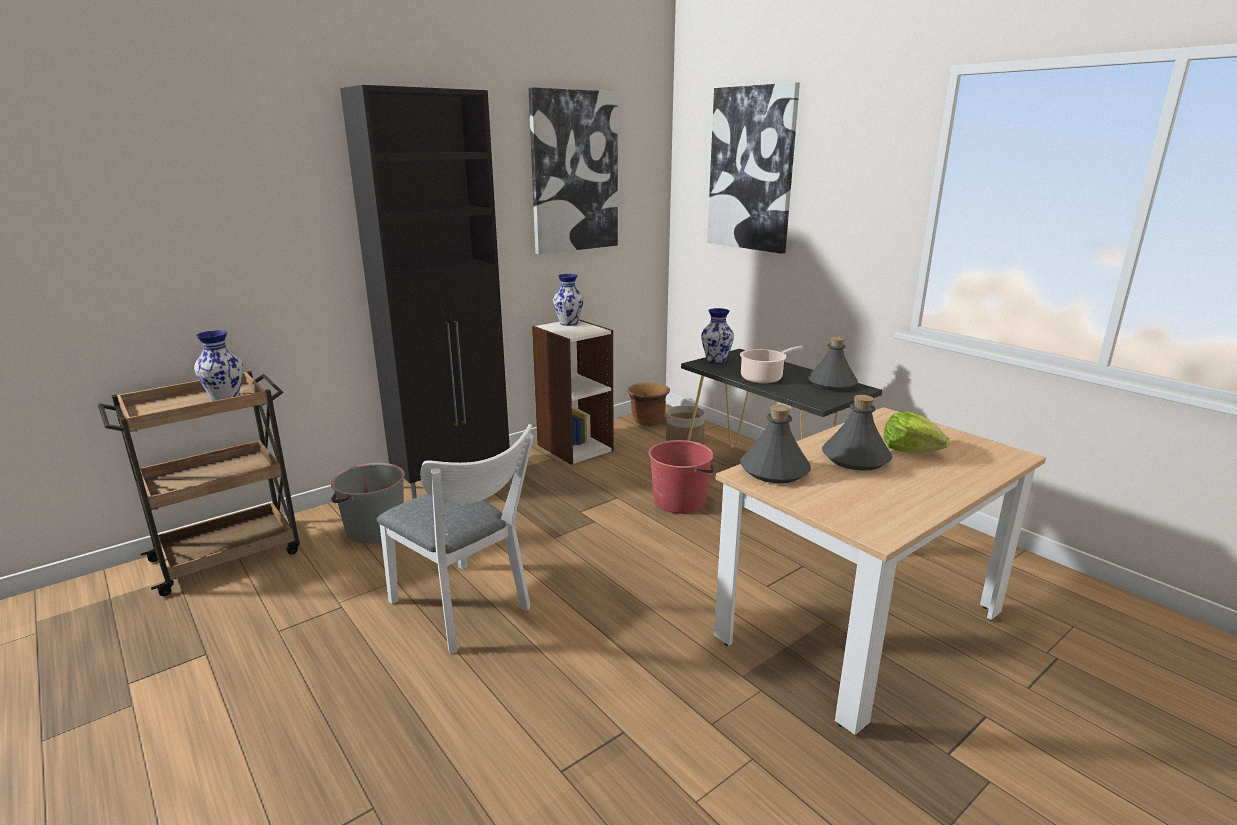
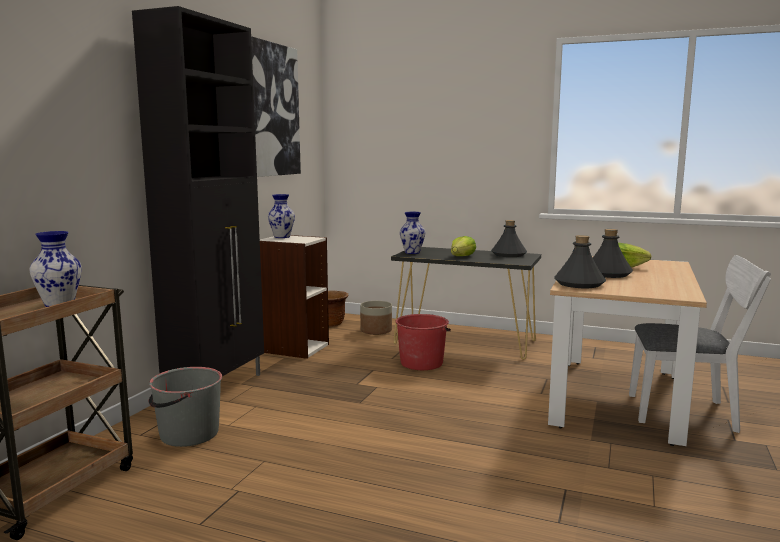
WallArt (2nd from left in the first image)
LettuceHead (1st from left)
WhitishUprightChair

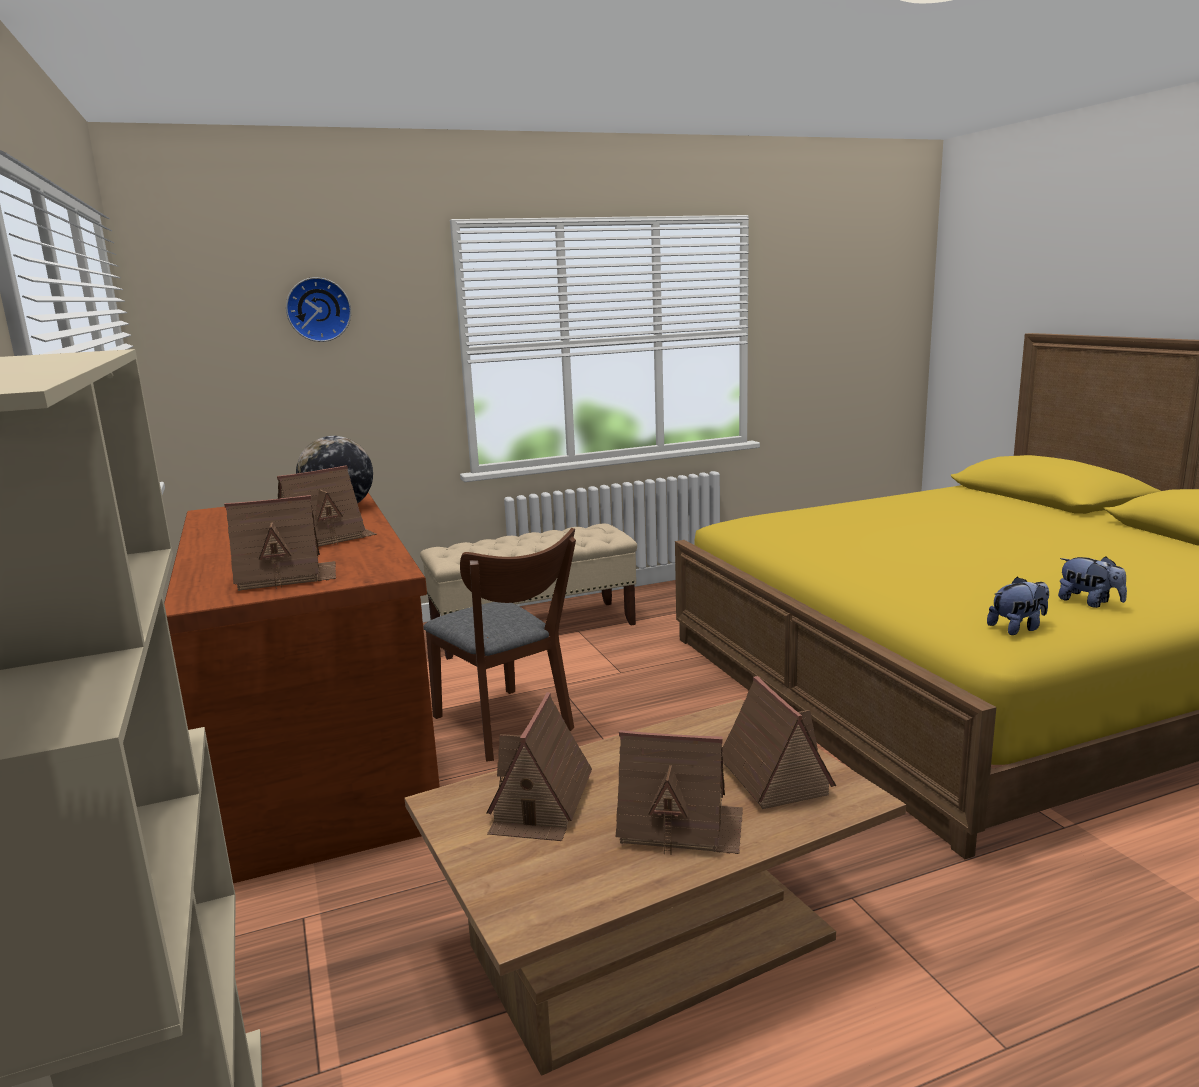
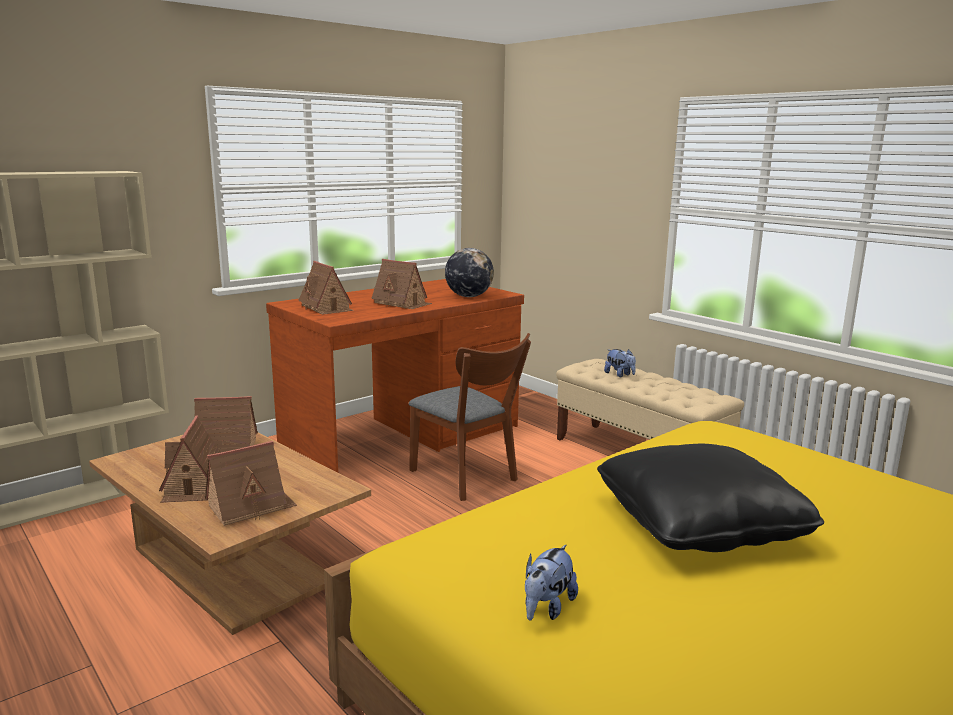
ClockOnTheWall
BrownUprightChair
PlushToy (2nd from left)
BlackColouredThrowPillow

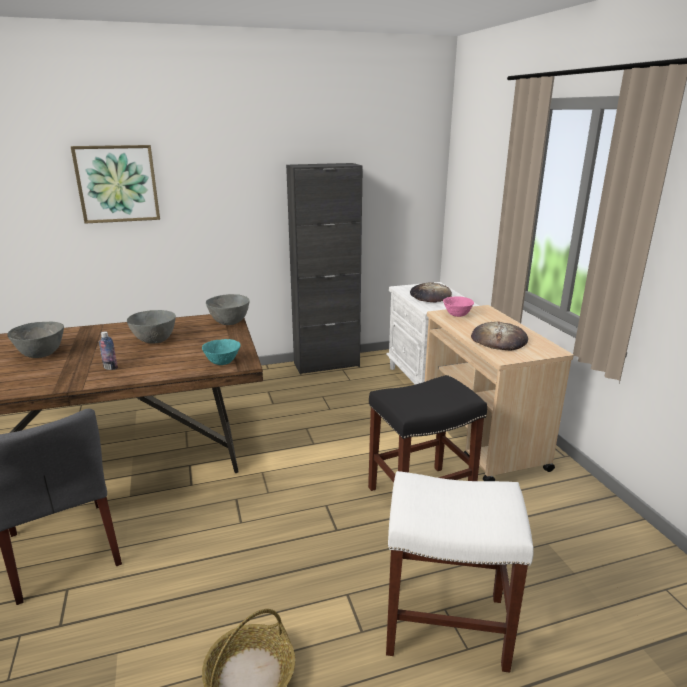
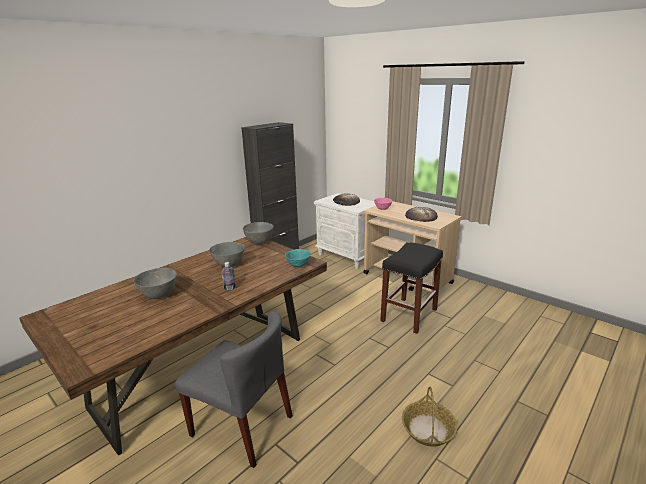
WallArt
WhitishSittingStool

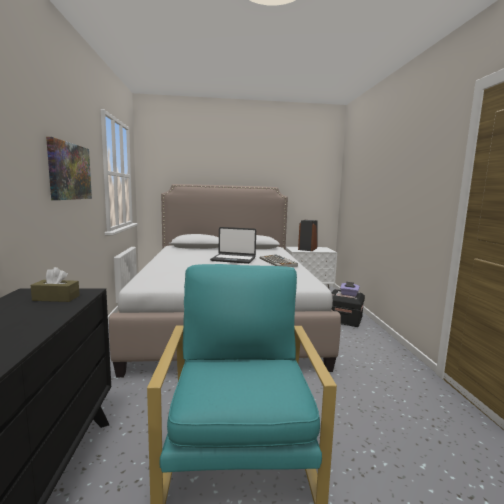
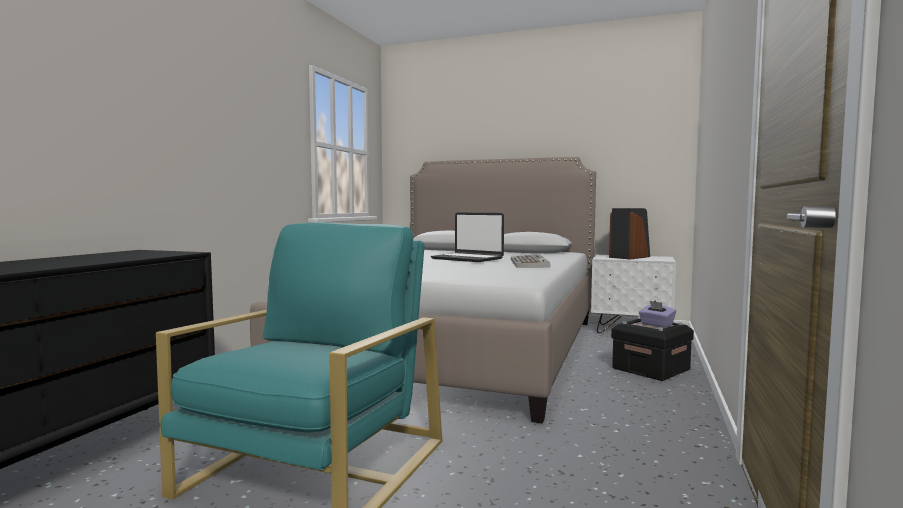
WallArt
BrownBoxOfTissues

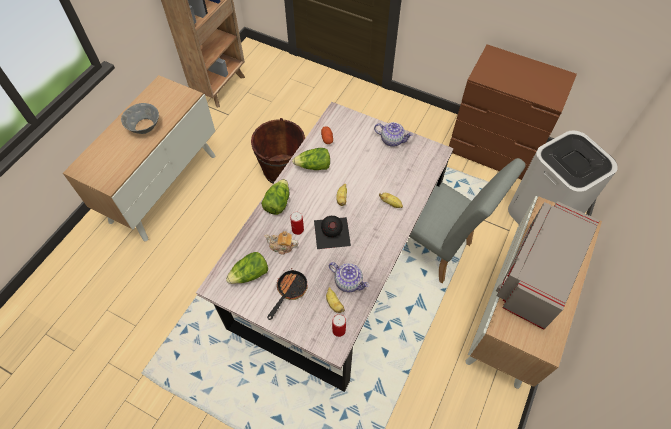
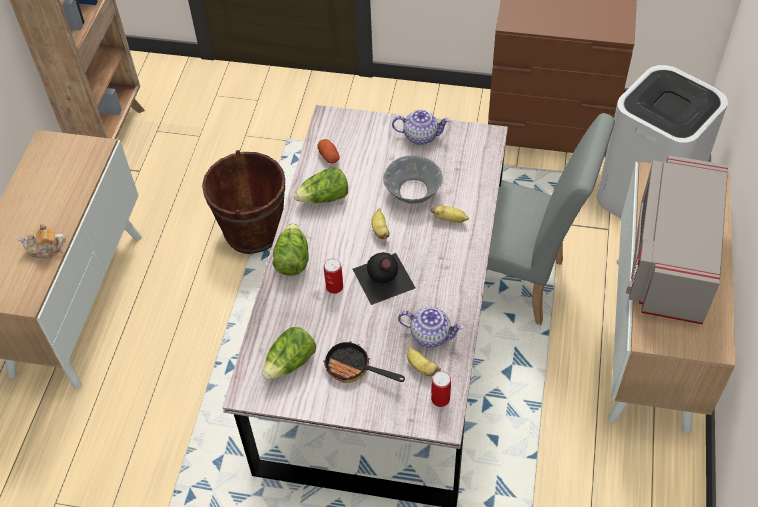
GreyishBowl
Teapot (1st from left)
Skillet

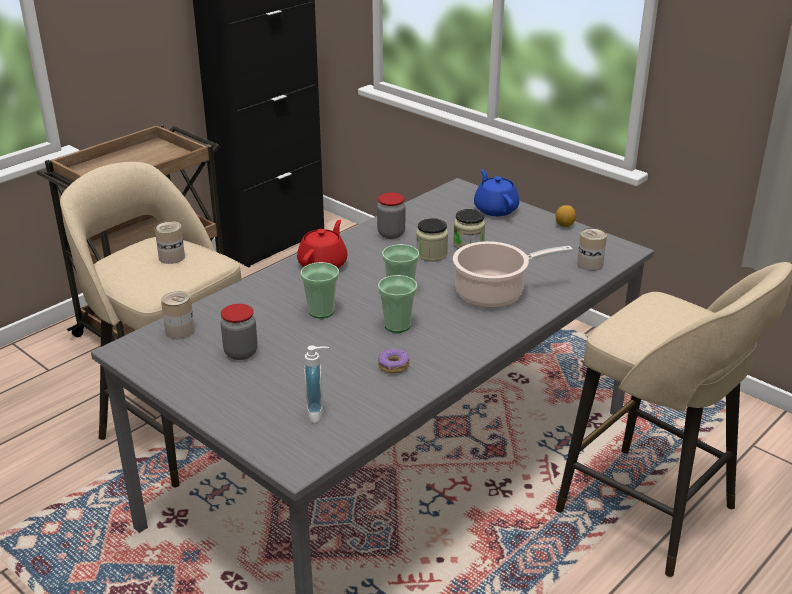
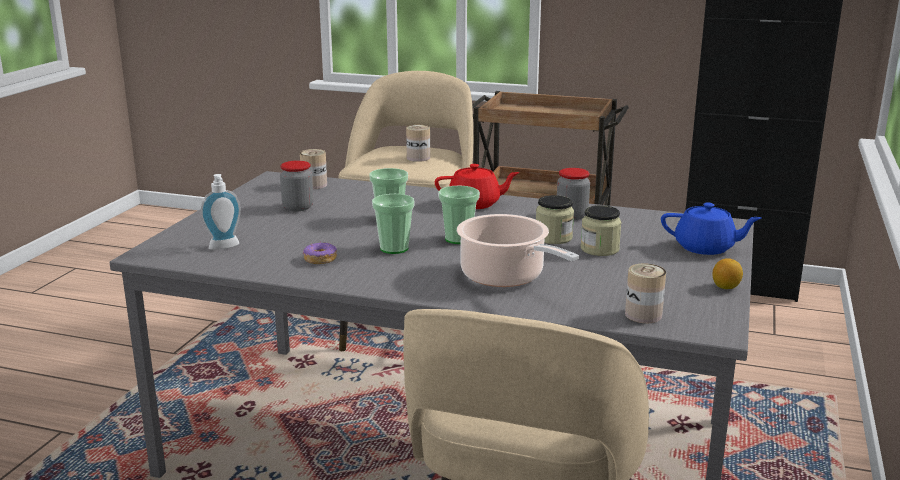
BlueColouredTeapot

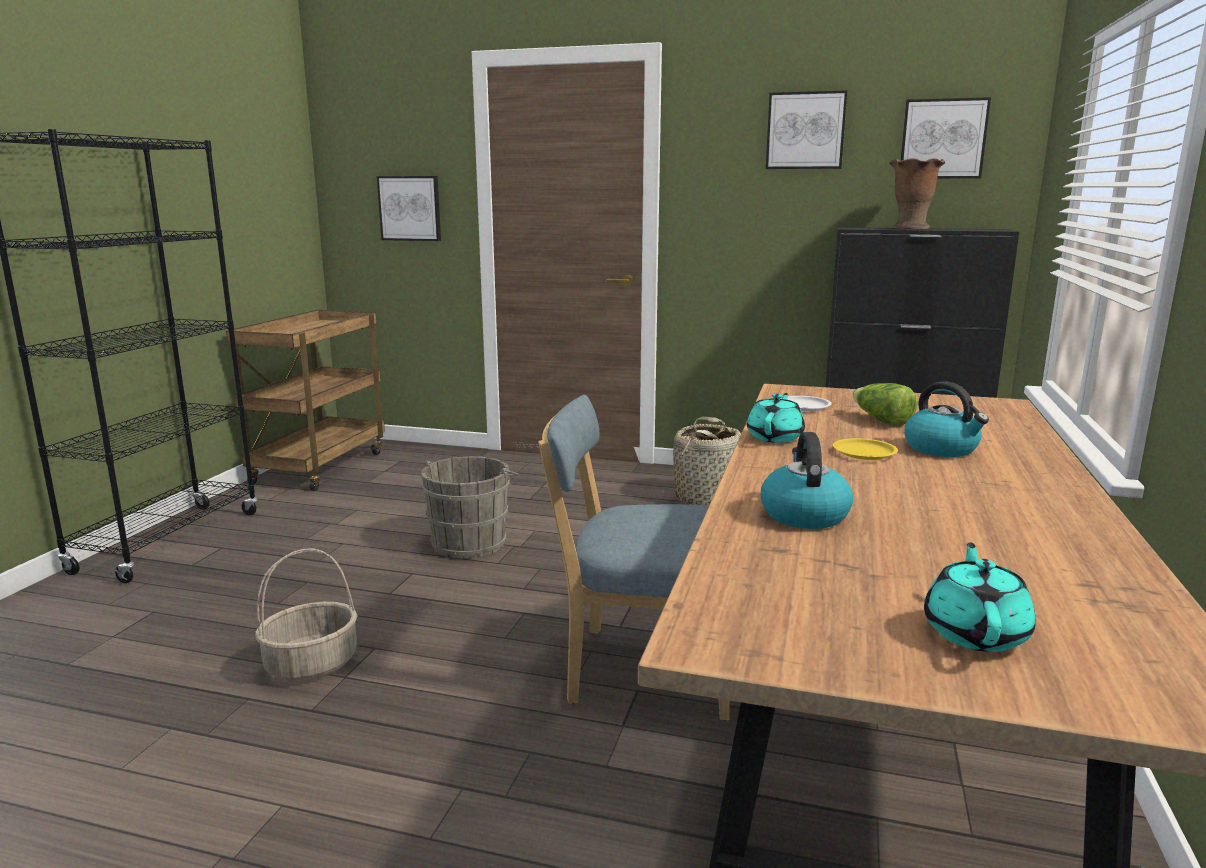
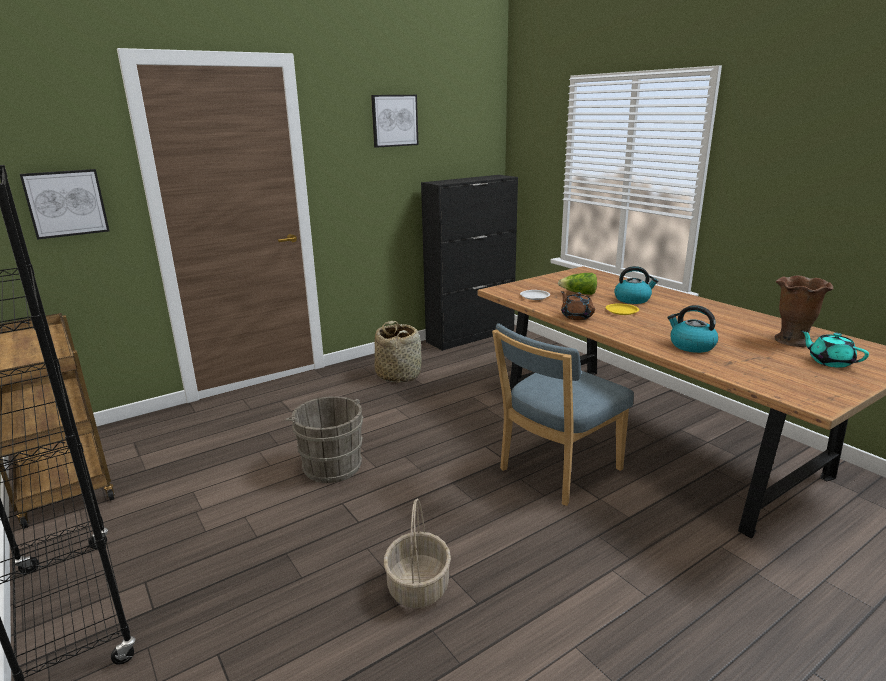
WallArt (3rd from left in the first image)
BrownFlowerVase
BrownTeapot

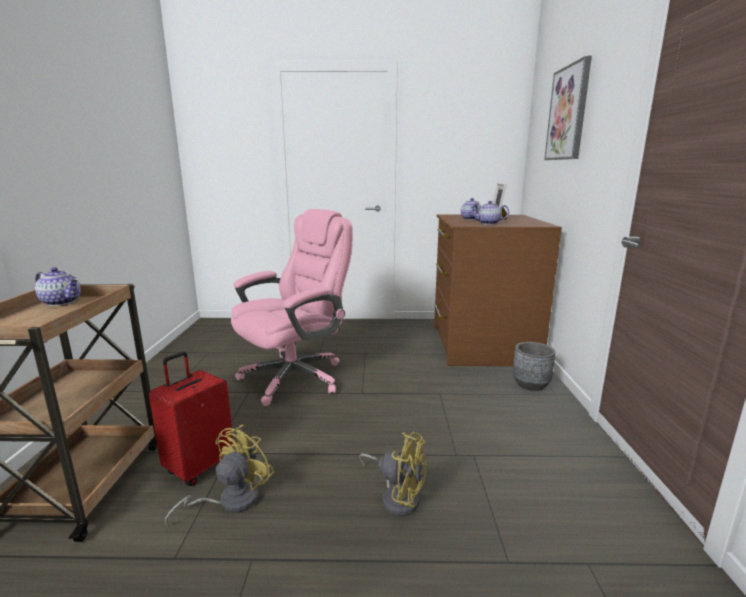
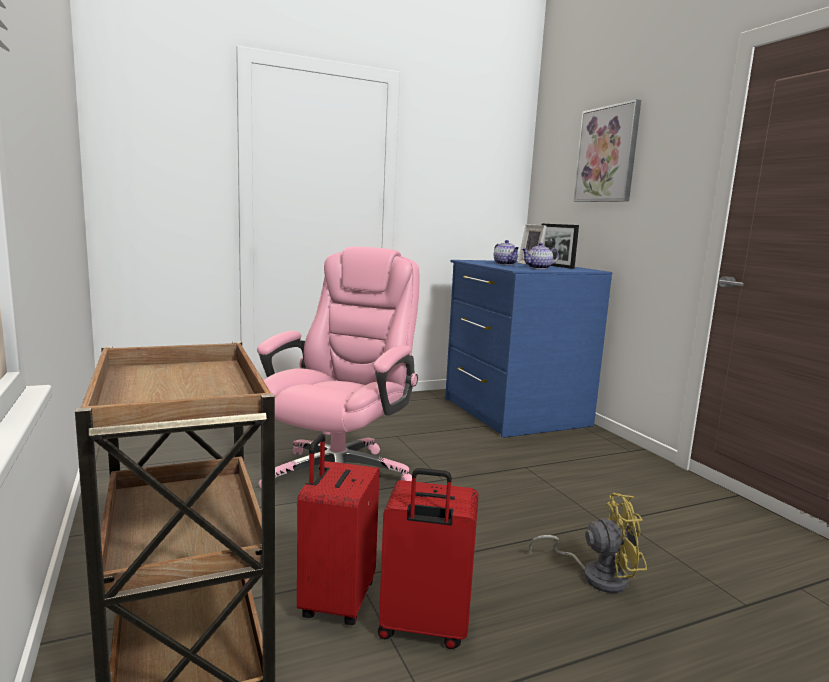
BlueColouredChestOfDrawers
Teapot (1st from left in the first image)
GreyishPlanter
ReddishPieceOfLuggage (2nd from left)
PictureFrame (2nd from left)

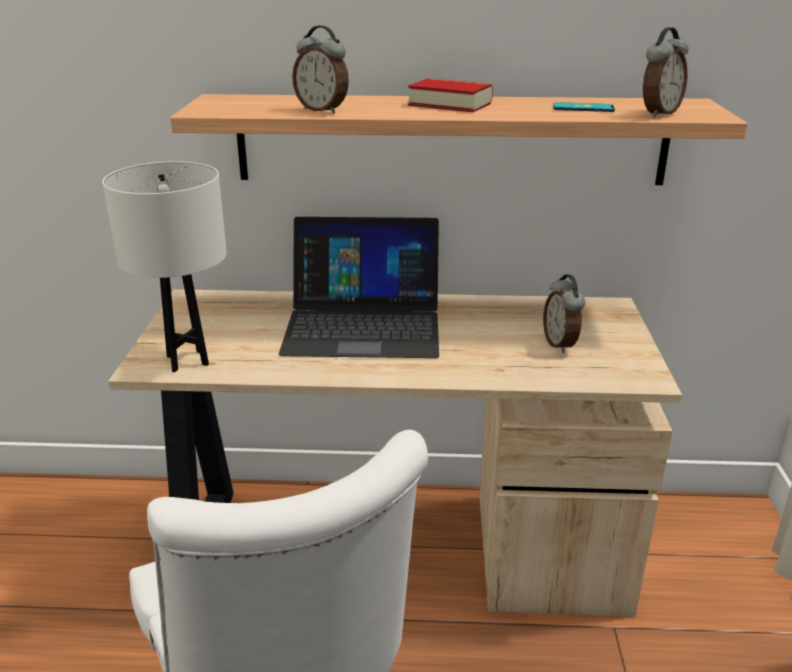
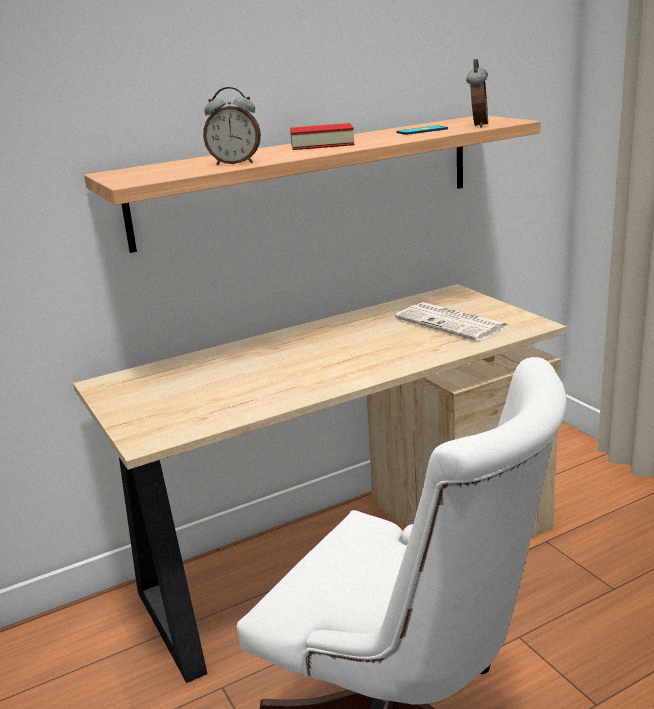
WhitishTabletopLamp
Laptop
DailyPaper

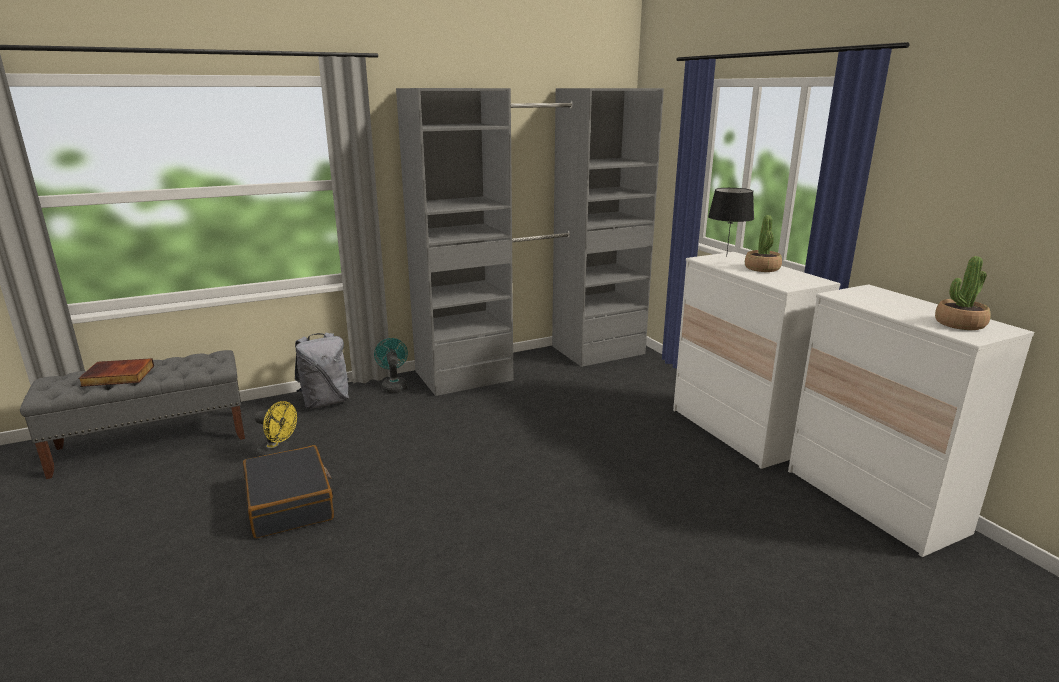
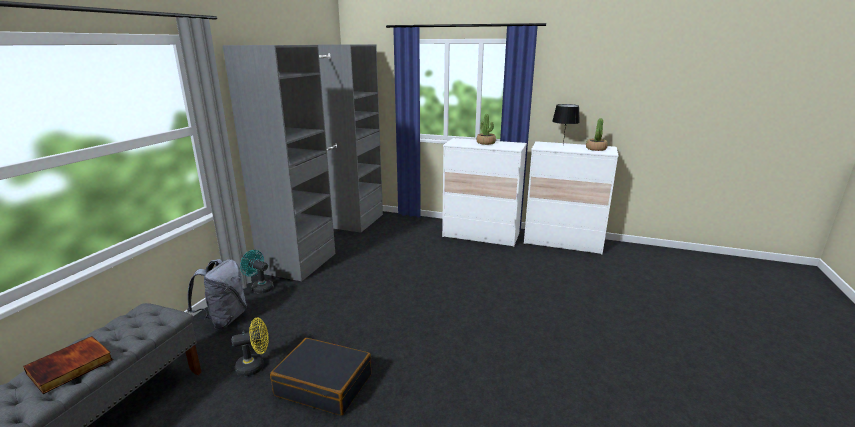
BlackColouredTabletopLamp

